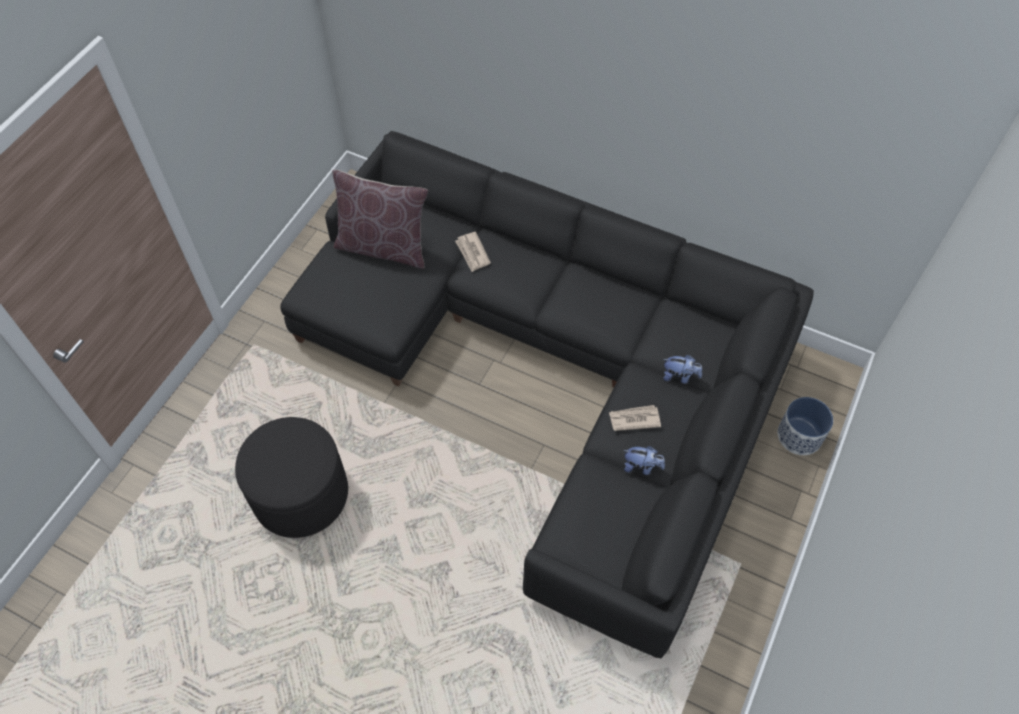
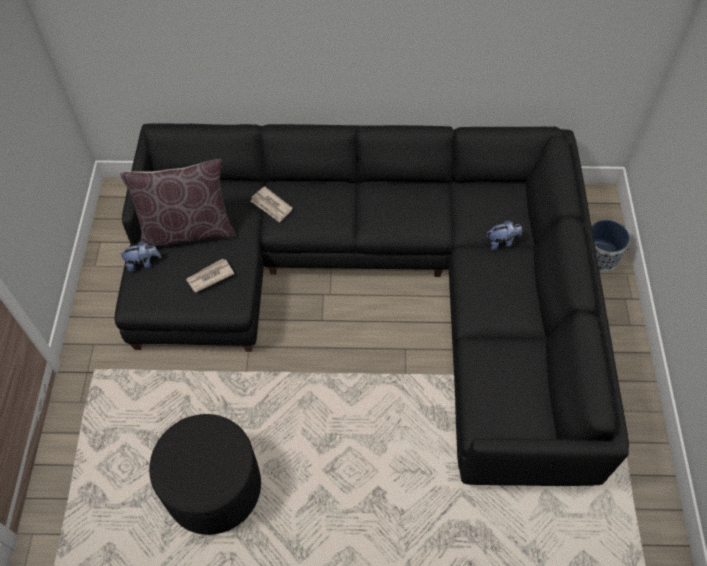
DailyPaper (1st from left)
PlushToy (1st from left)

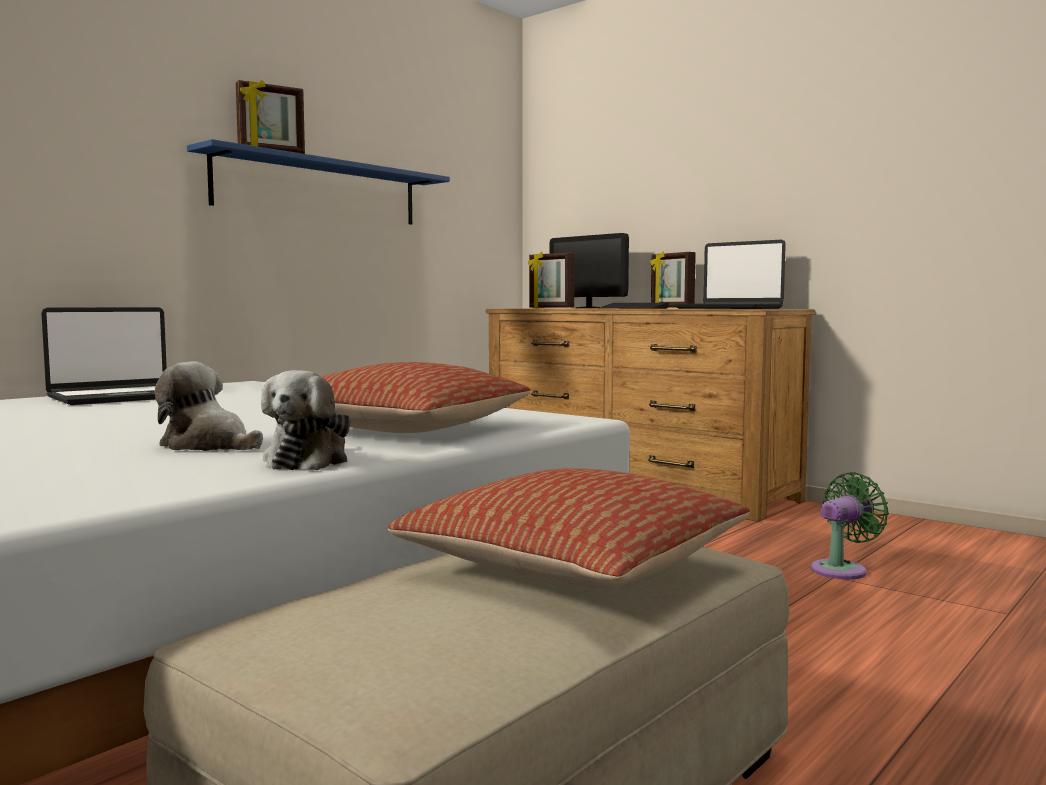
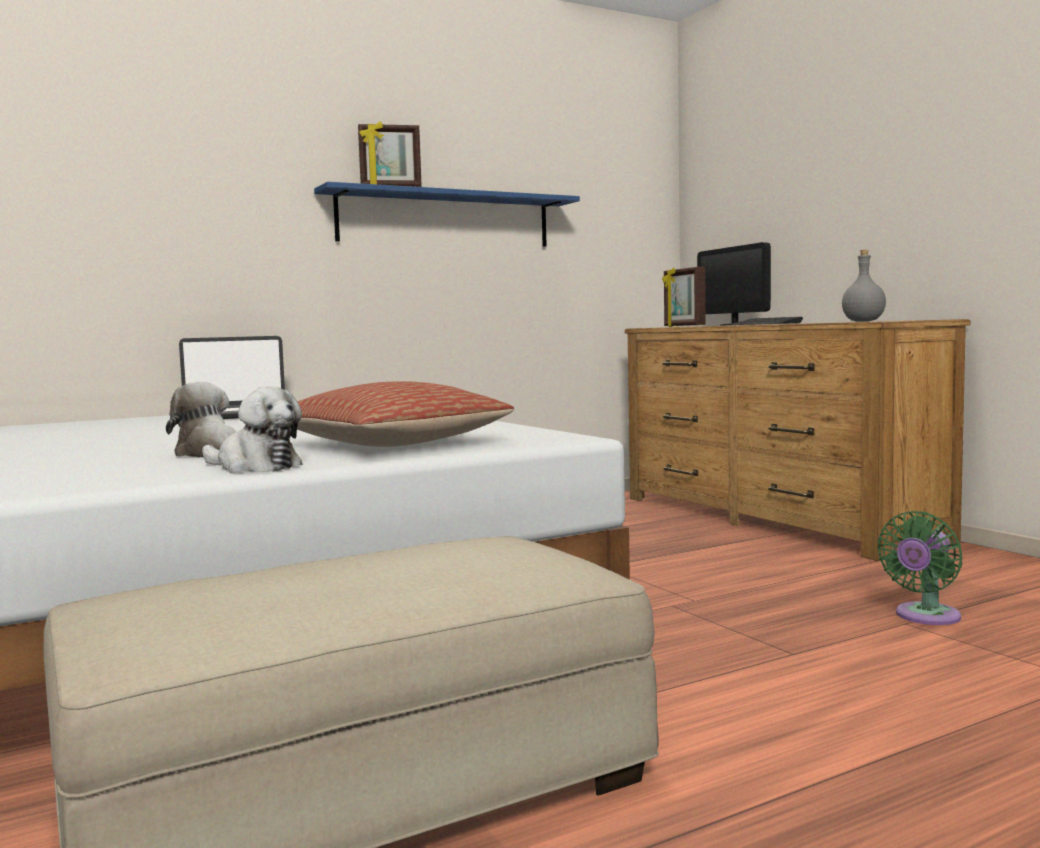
GreyishBeverageBottle
PictureFrame (3rd from left in the first image)
PlushToy (2nd from left)
ThrowPillow (2nd from left in the first image)
GreenCoolingFan

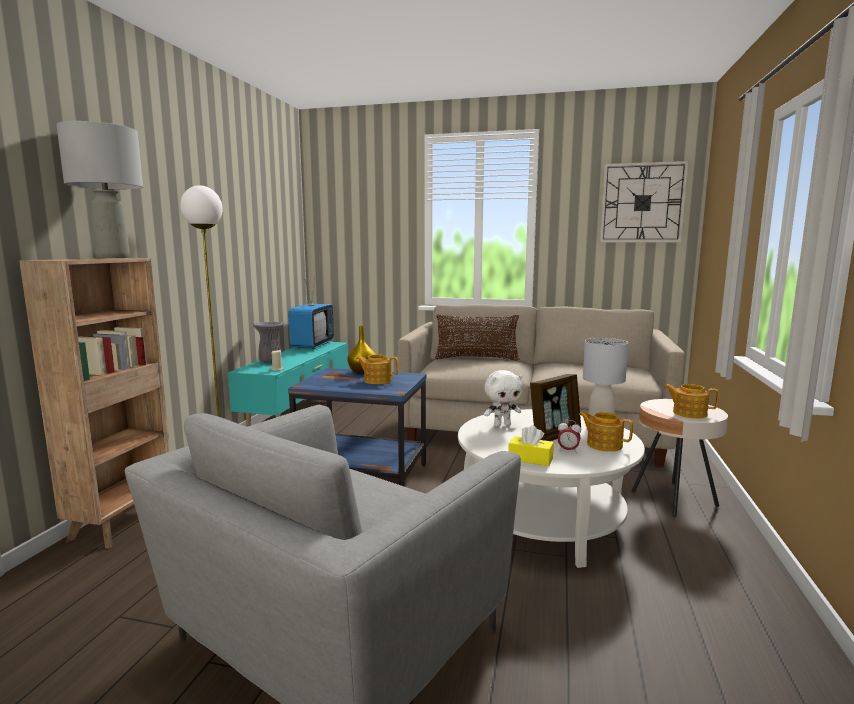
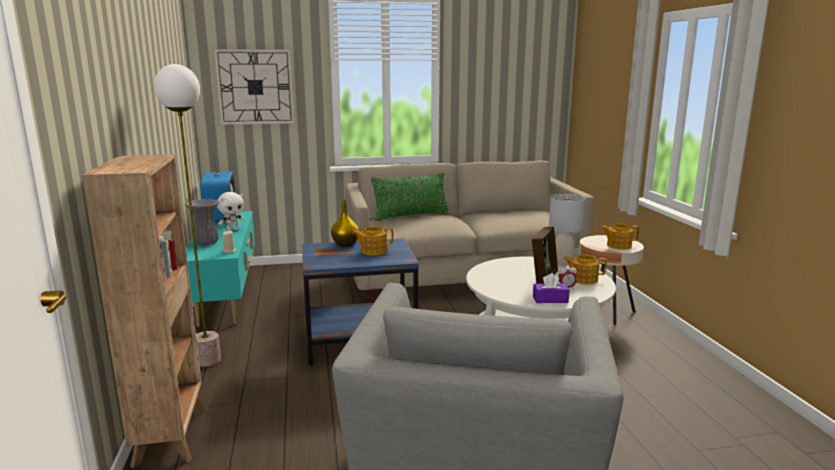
GreyishTabletopLamp (1st from left in the first image)
ClockOnTheWall
GreenThrowPillow
WhitishPlushToy
PurpleColouredBoxOfTissues

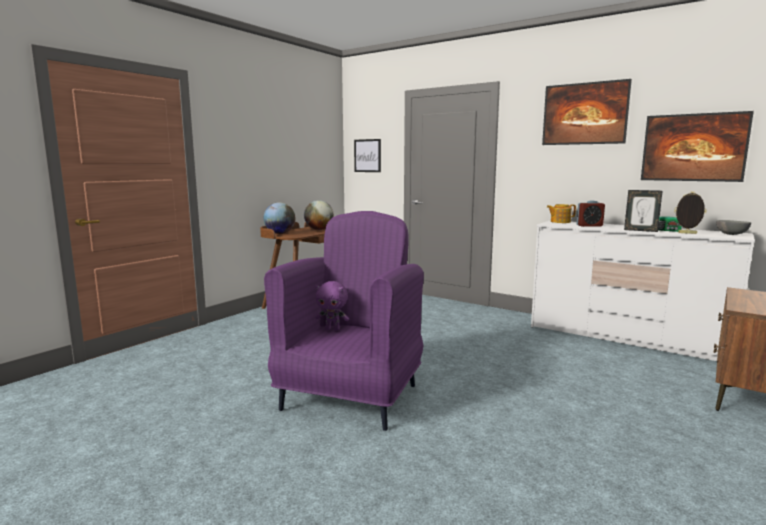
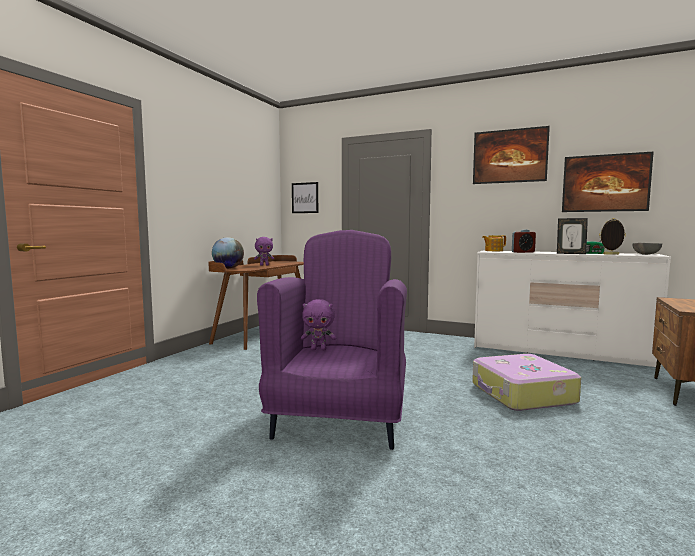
PurpleColouredPlushToy (1st from left)
PieceOfLuggage

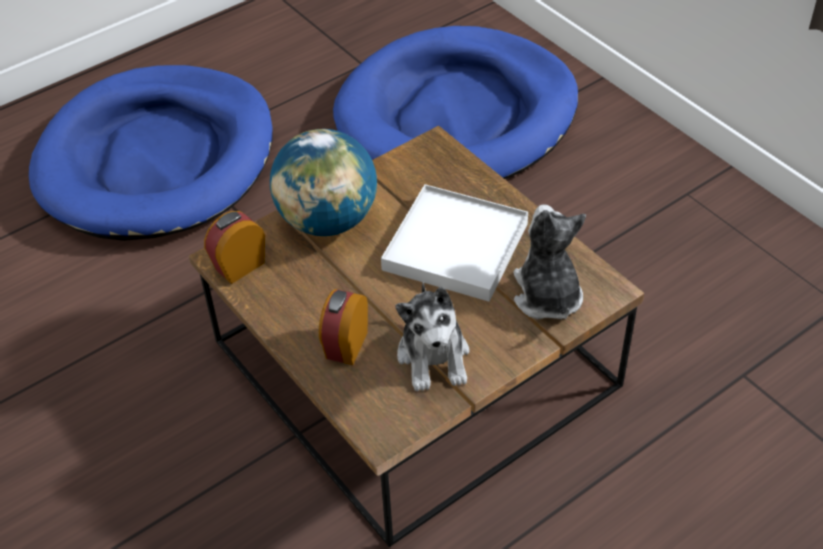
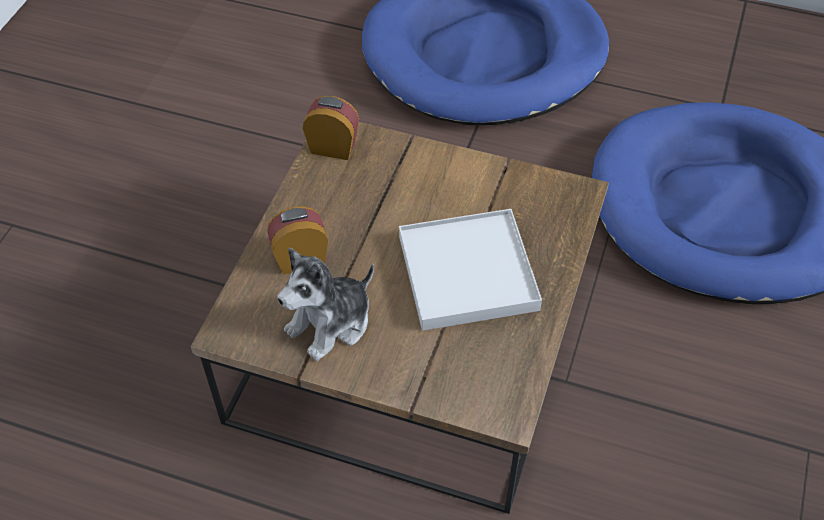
Globe
PlushToy (2nd from left in the first image)

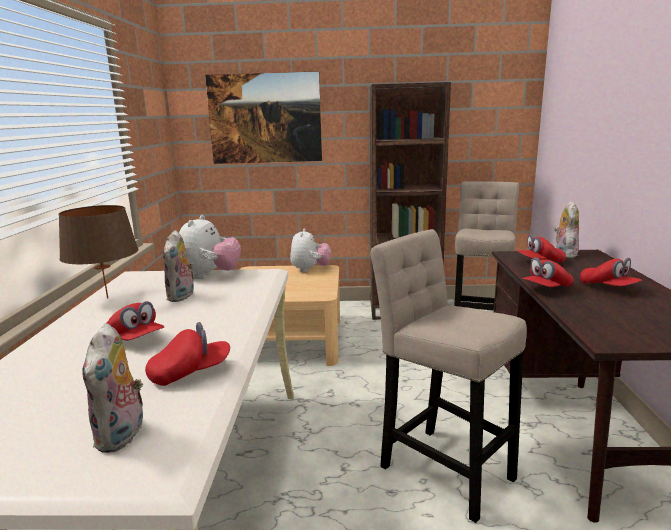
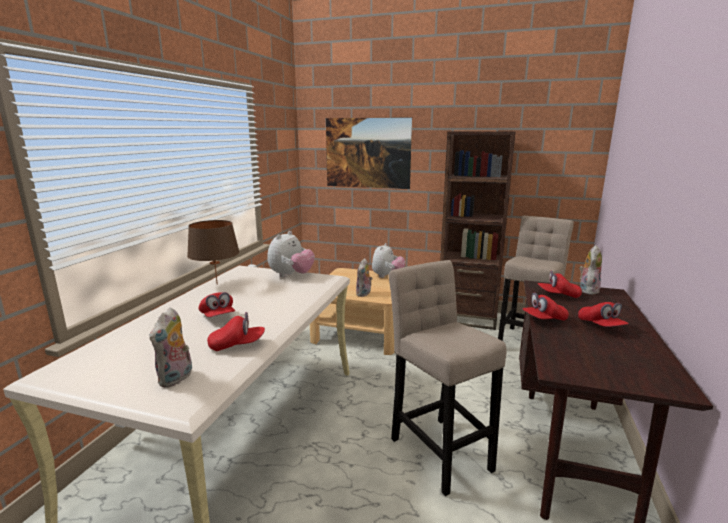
PlushToy (3rd from left)

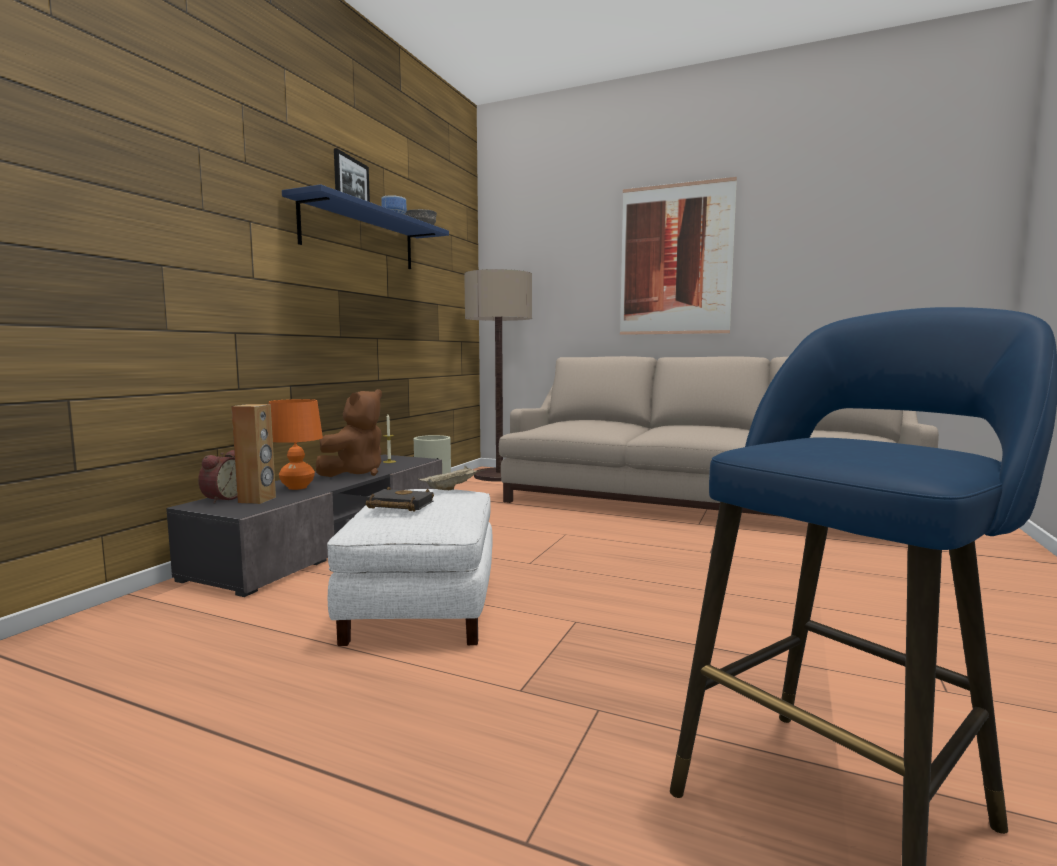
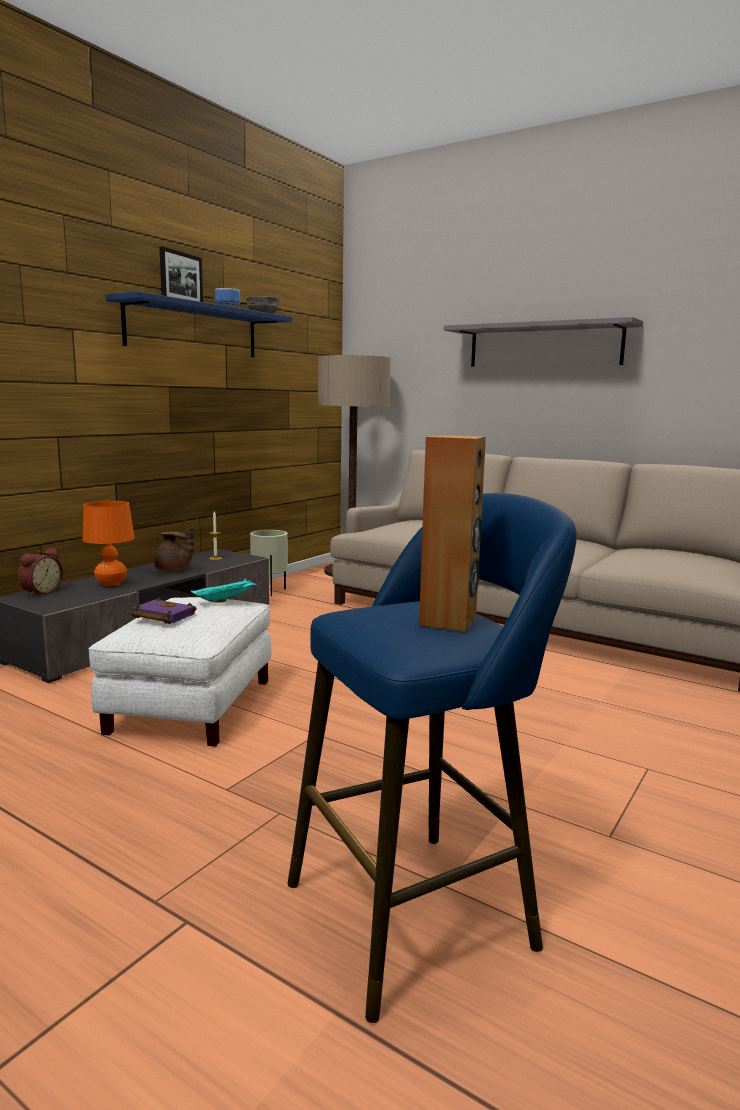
GreyishShelf
BrownTeapot
BrownSpeaker
BlueGreenCarryingTray
PurpleColouredVolume

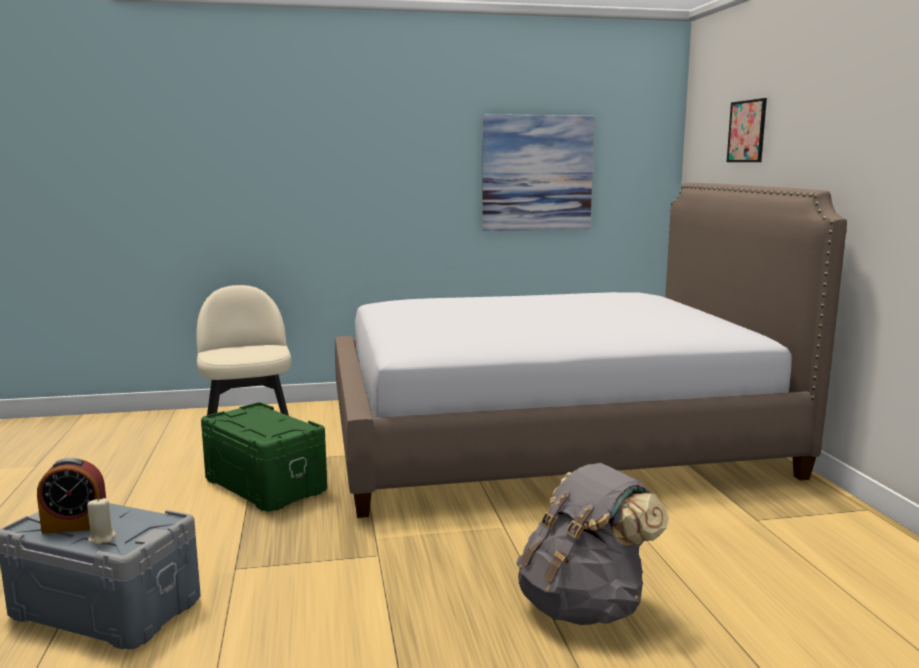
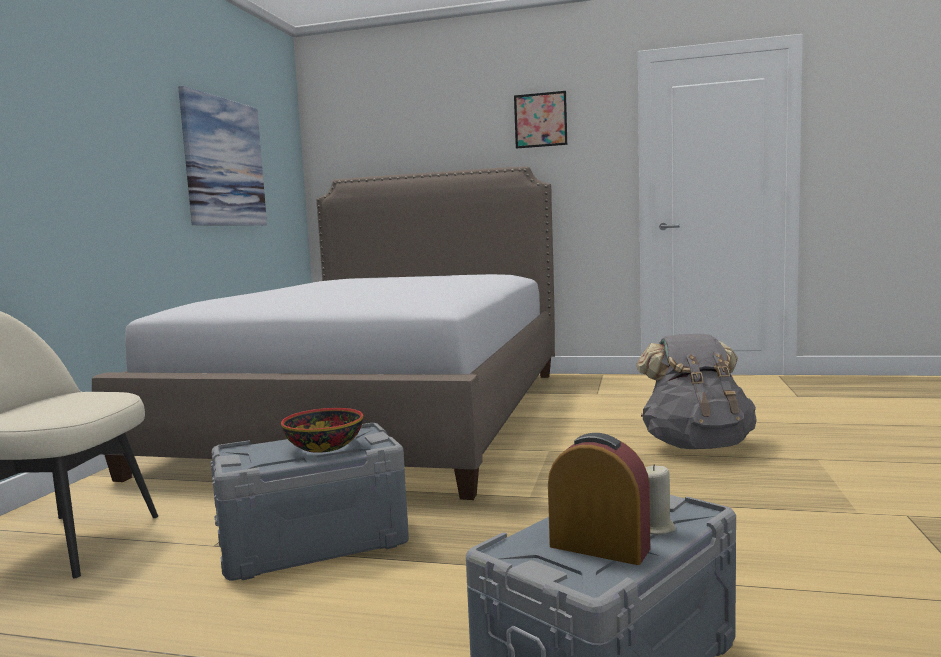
WallArt (2nd from left)
GreyishStorageBox (1st from left)
BedsideClock
Bowl

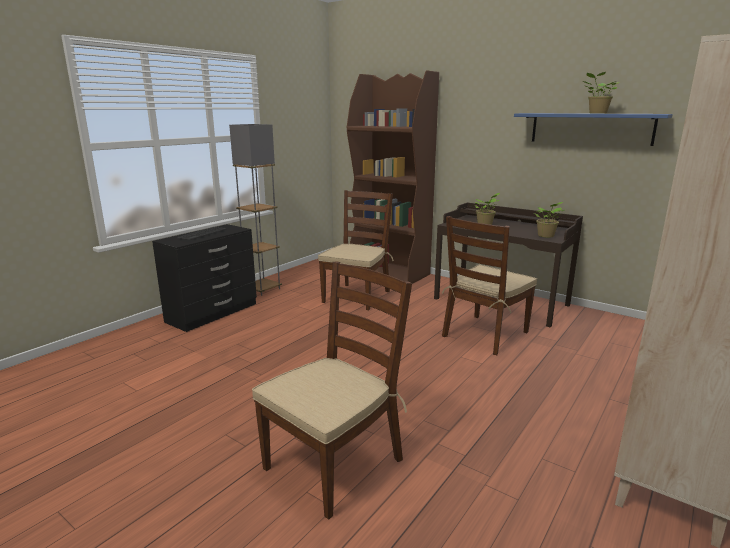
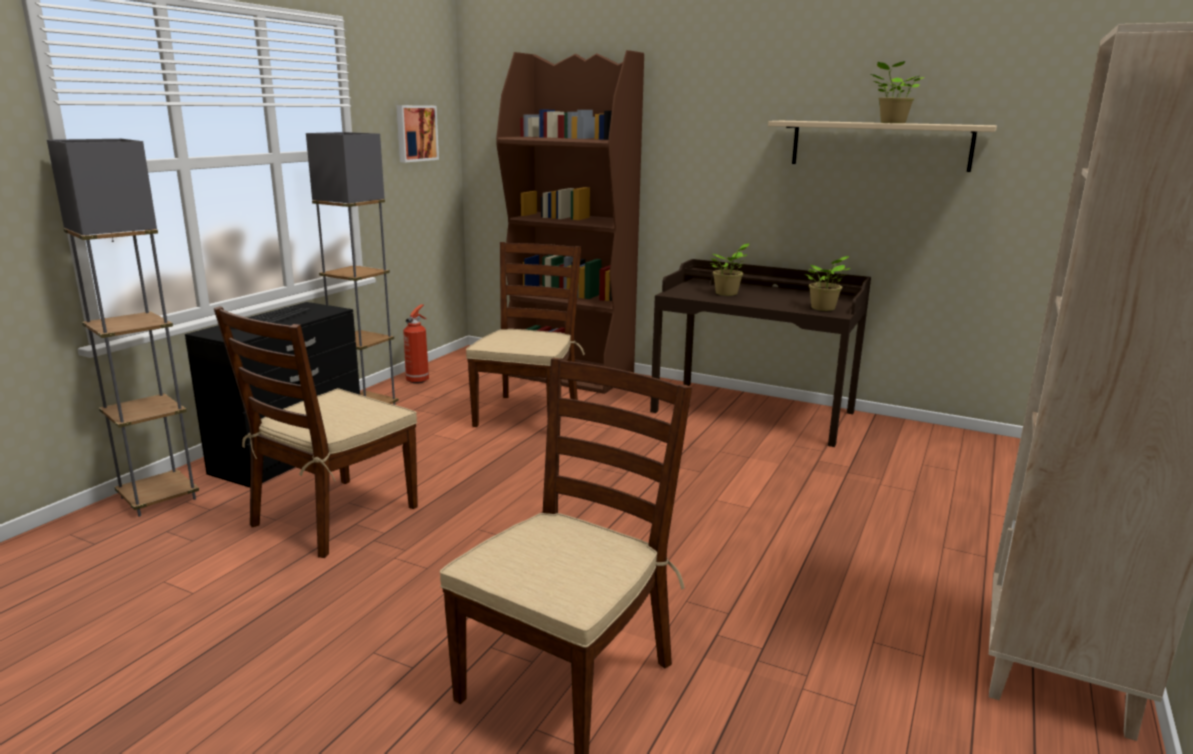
BeigeColouredShelf
BrownUprightChair (1st from left)
WallArt
GreyishFloorLamp (1st from left)
FireExtinguisher

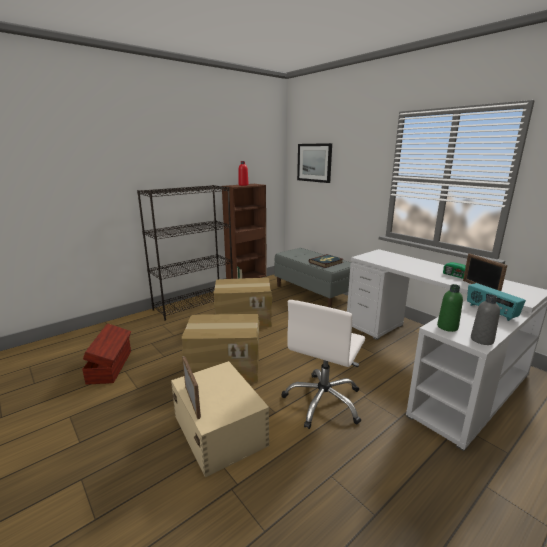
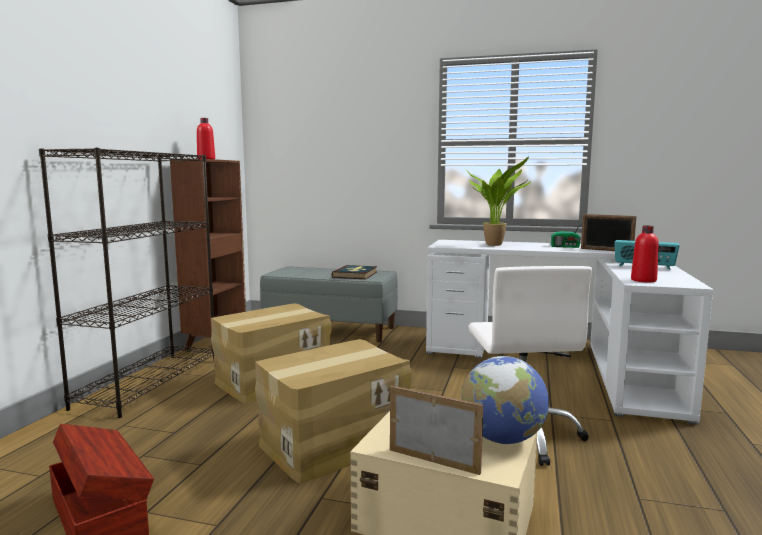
WallArt
ReddishBeverageBottle (2nd from left)
GreyishBeverageBottle
Houseplant
Globe

